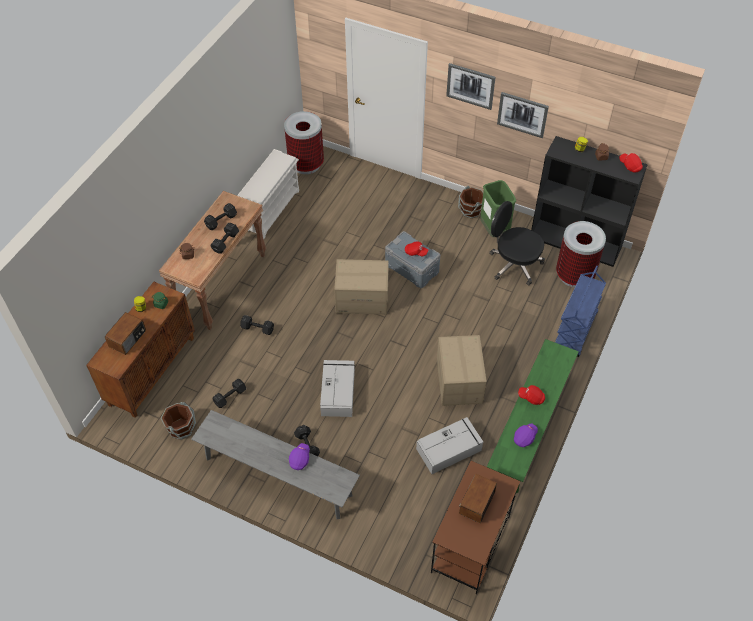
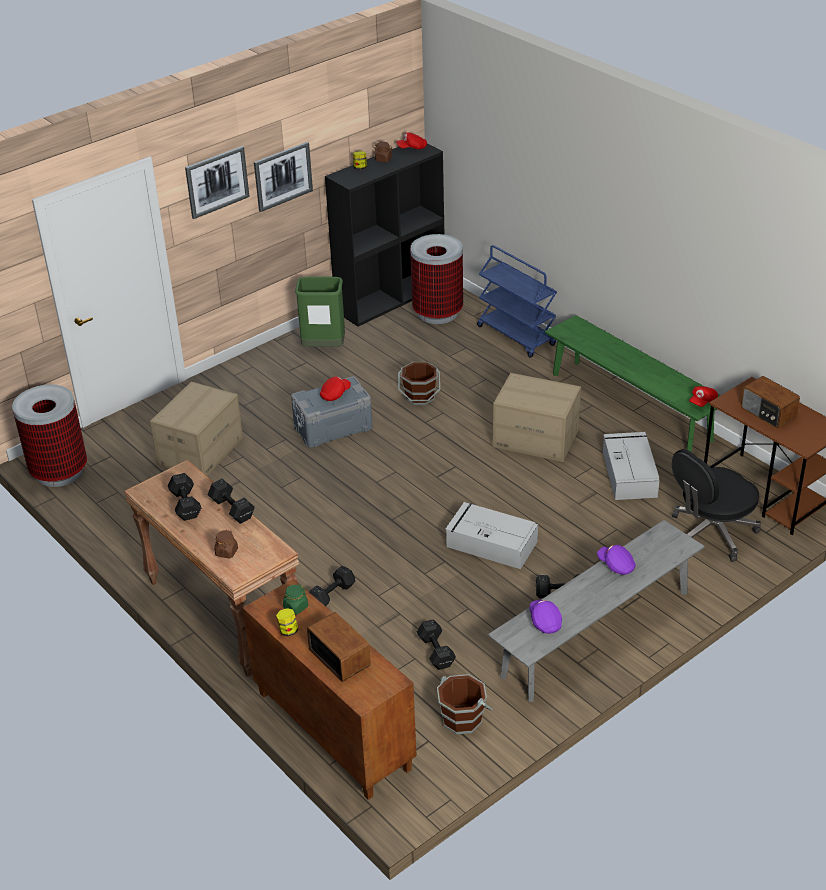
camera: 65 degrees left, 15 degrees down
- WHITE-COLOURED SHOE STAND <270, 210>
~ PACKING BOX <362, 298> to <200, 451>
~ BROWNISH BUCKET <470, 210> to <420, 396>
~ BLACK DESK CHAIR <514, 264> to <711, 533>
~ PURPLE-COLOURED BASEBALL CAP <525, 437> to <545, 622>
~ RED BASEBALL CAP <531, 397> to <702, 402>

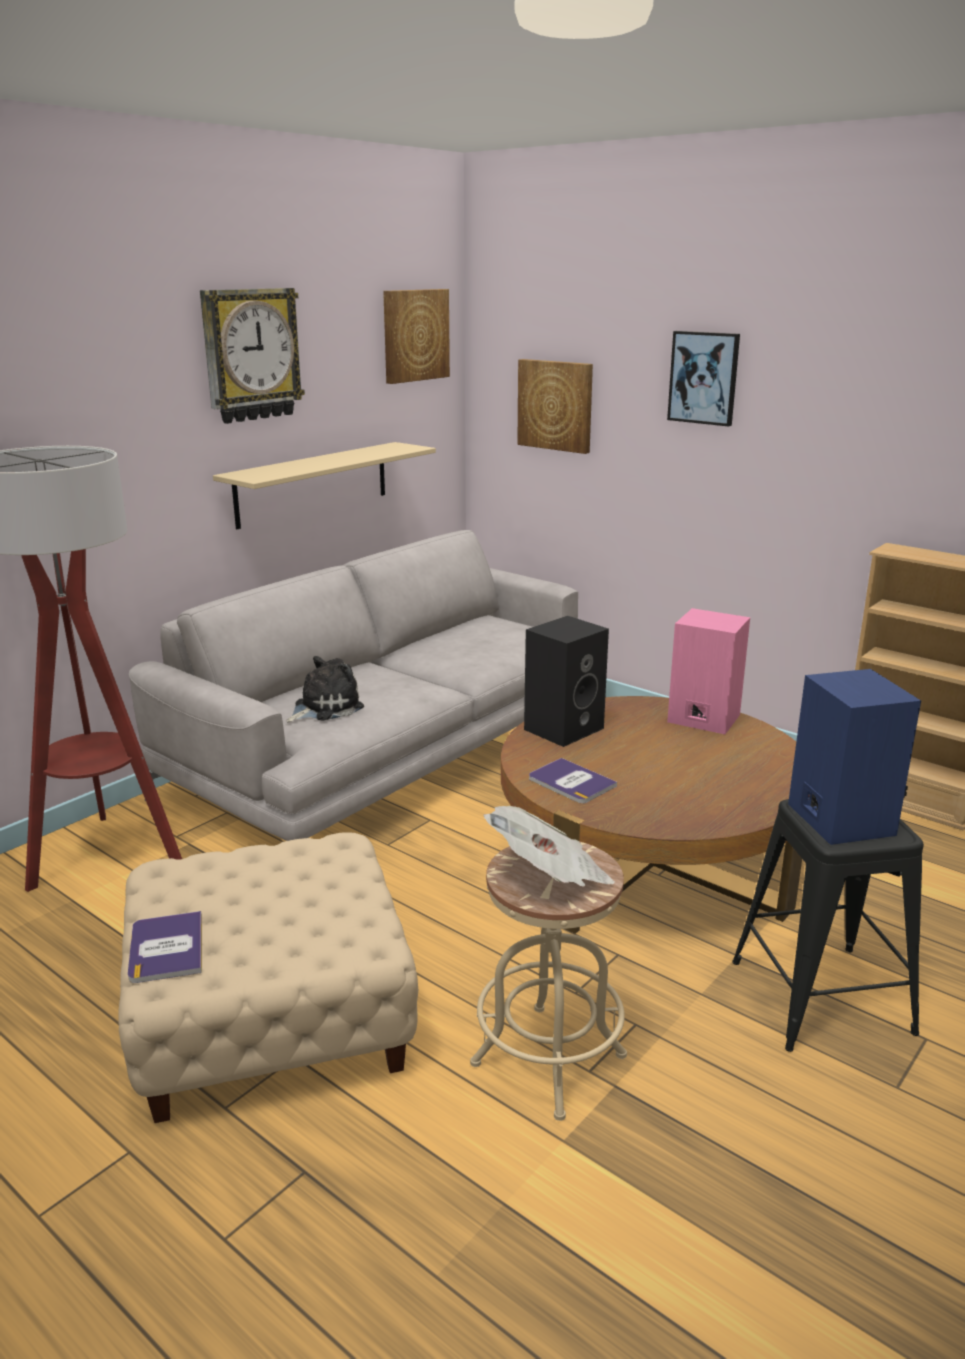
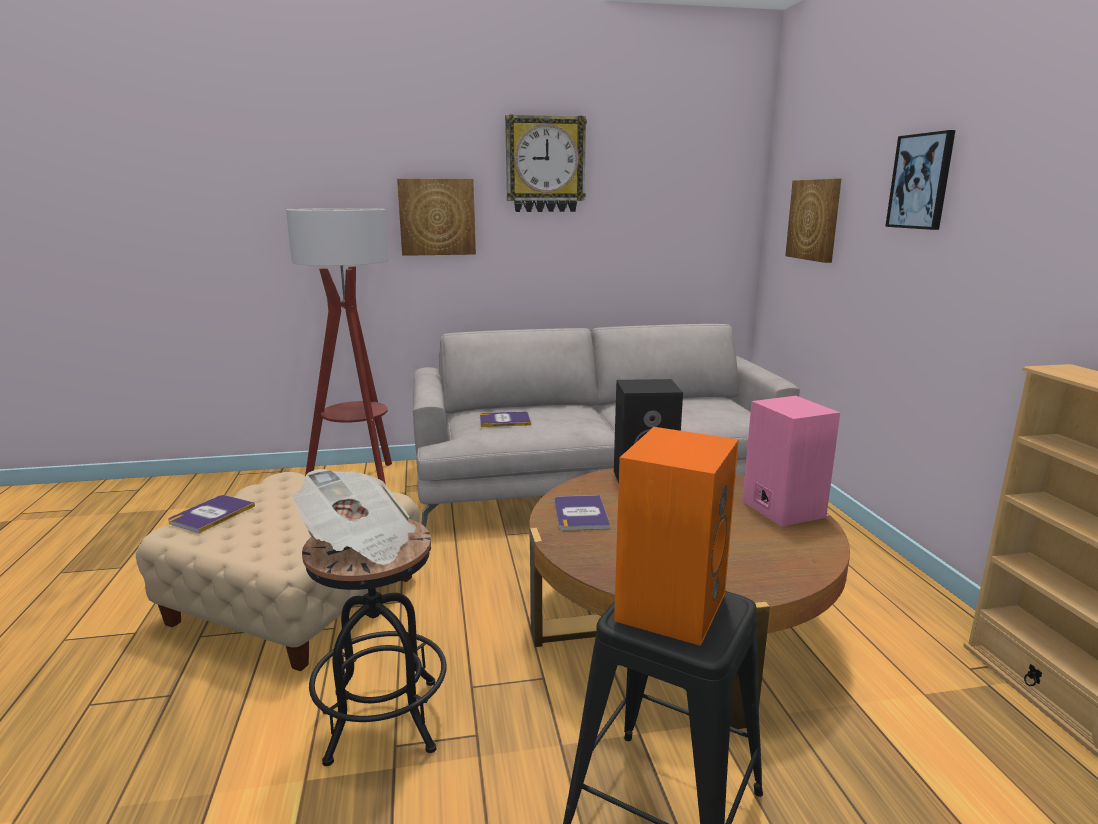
camera: 40 degrees right, 5 degrees down
- BEIGE WALL SHELF <313, 484>
~ CUDDLY TOY <324, 707> to BOOK <504, 420>
~ PICTURE <415, 335> to <437, 217>
~ BEIGE SITTING STOOL <548, 1060> to BLACK SITTING STOOL <383, 720>
~ BLUE AUDIO SPEAKER <837, 818> to ORANGE AUDIO SPEAKER <669, 605>

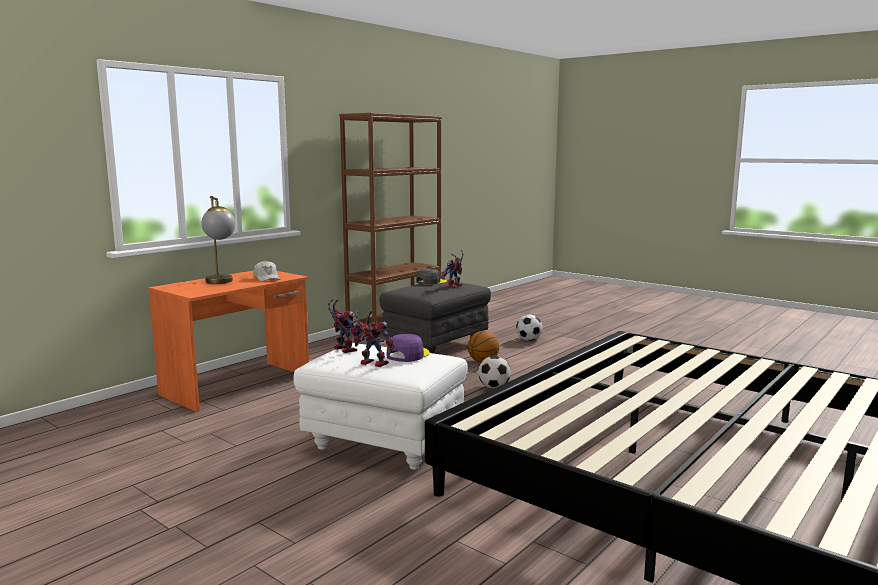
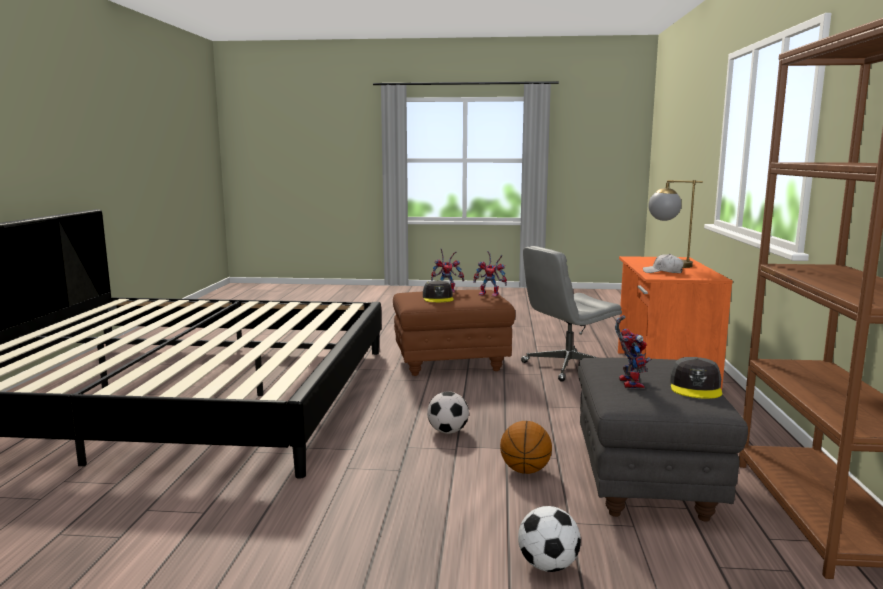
camera: 145 degrees right, 0 degrees up
~ WHITE-COLOURED FOOTREST <382, 445> to BROWNISH FOOTREST <451, 364>
~ PURPLE-COLOURED BASEBALL CAP <407, 355> to GREY BASEBALL CAP <438, 298>
+ GREY DESK CHAIR <567, 367>

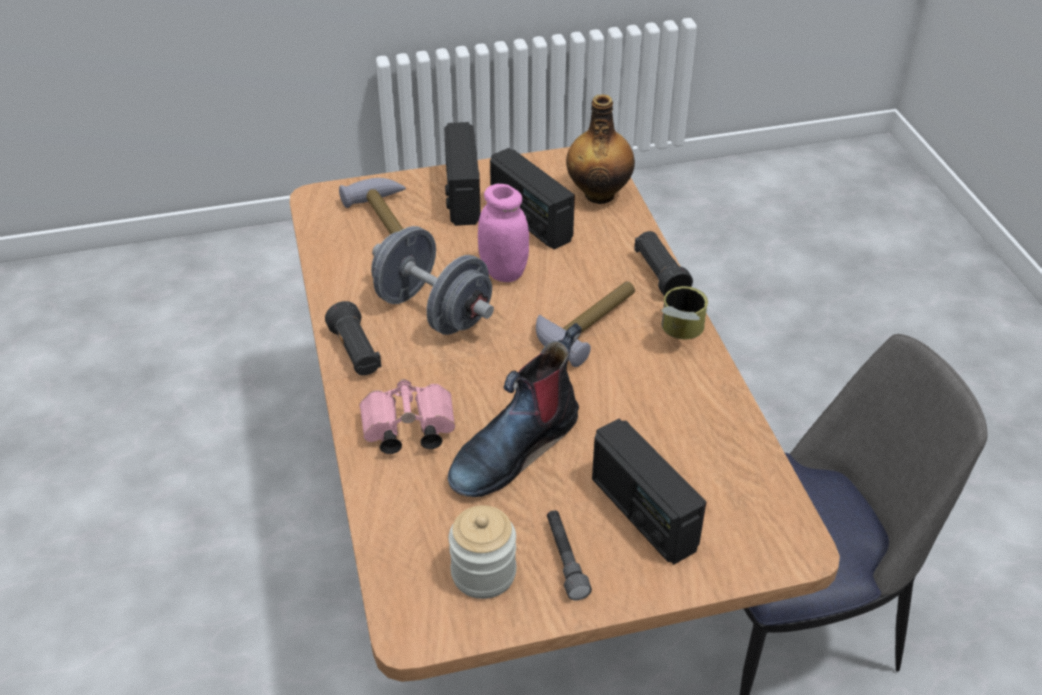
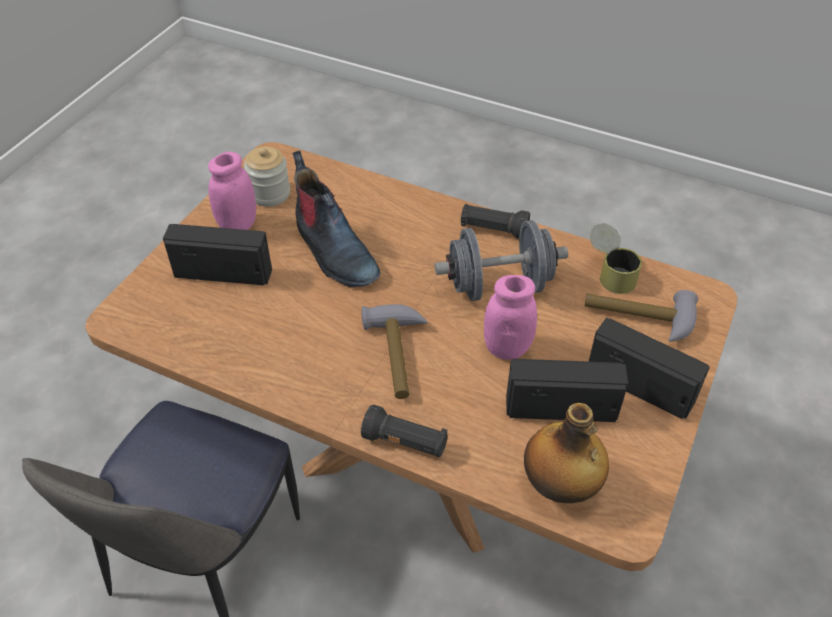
camera: 130 degrees right, 5 degrees up
- PINK-COLOURED BINOCULARS <406, 431>
~ TALL BOOT <514, 447> = <334, 252> 150 degrees clockwise
~ GREY TORCH <565, 560> to PINK-COLOURED PRESERVE JAR <238, 225>
~ SEALED CAN <679, 334> to <610, 273>

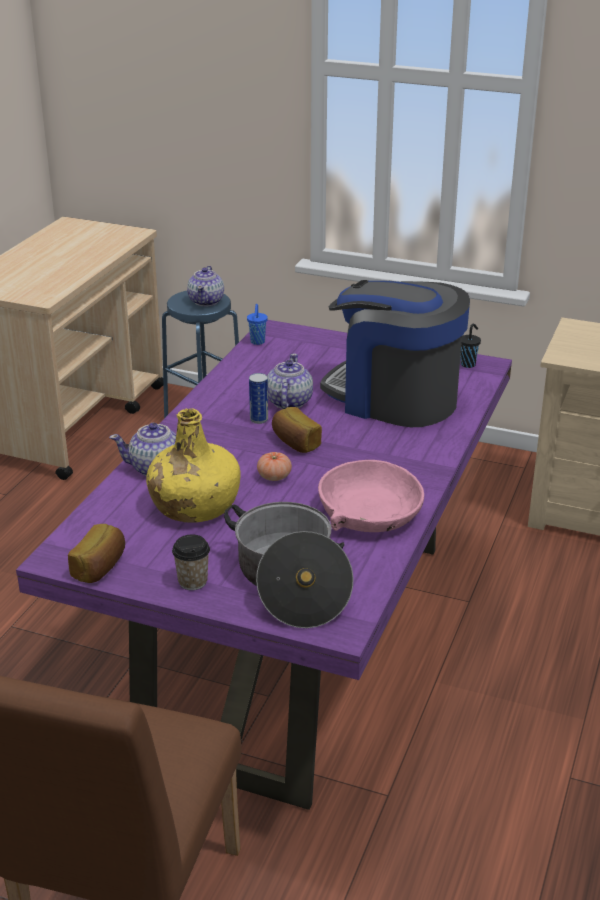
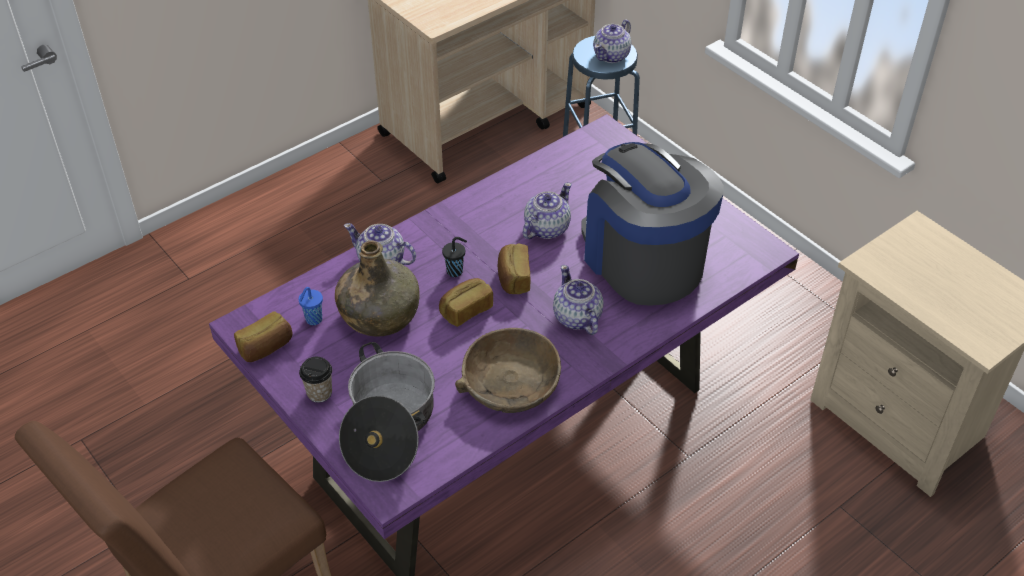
camera: 30 degrees right, 15 degrees up
~ YELLOW-COLOURED DRINK BOTTLE <194, 506> to GREEN-COLOURED DRINK BOTTLE <379, 315>
~ BLUE DRINKING CUP <257, 342> to <313, 320>
- SEALED CAN <259, 419>
~ TOMATO <274, 477> to BREAD <465, 310>
~ PINK-COLOURED SERVING BOWL <370, 512> to BROWNISH SERVING BOWL <510, 383>
~ BLACK DRINKING CUP <468, 364> to <455, 271>
+ POT FOR TEA <577, 318>

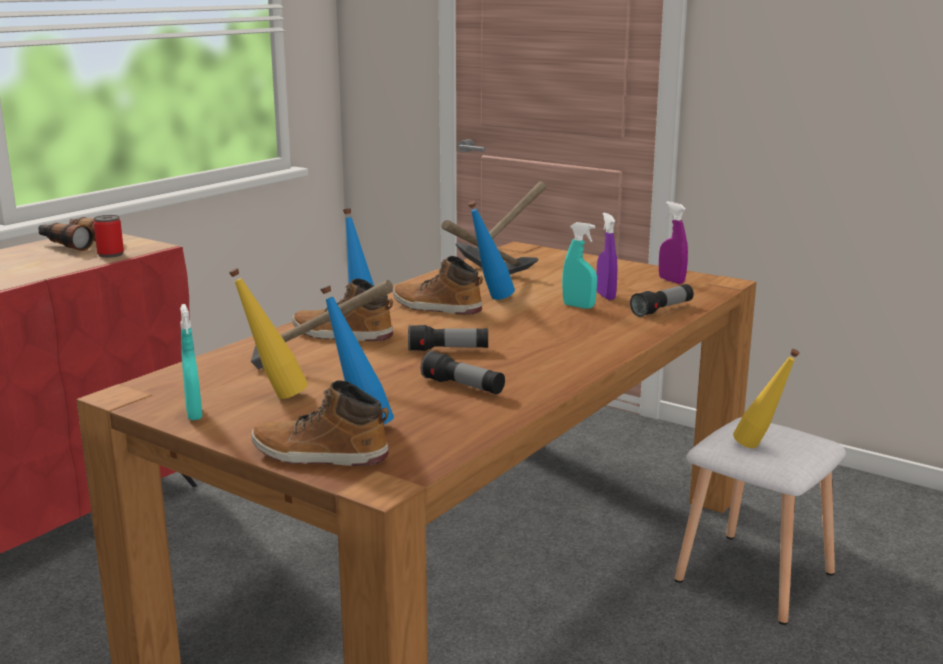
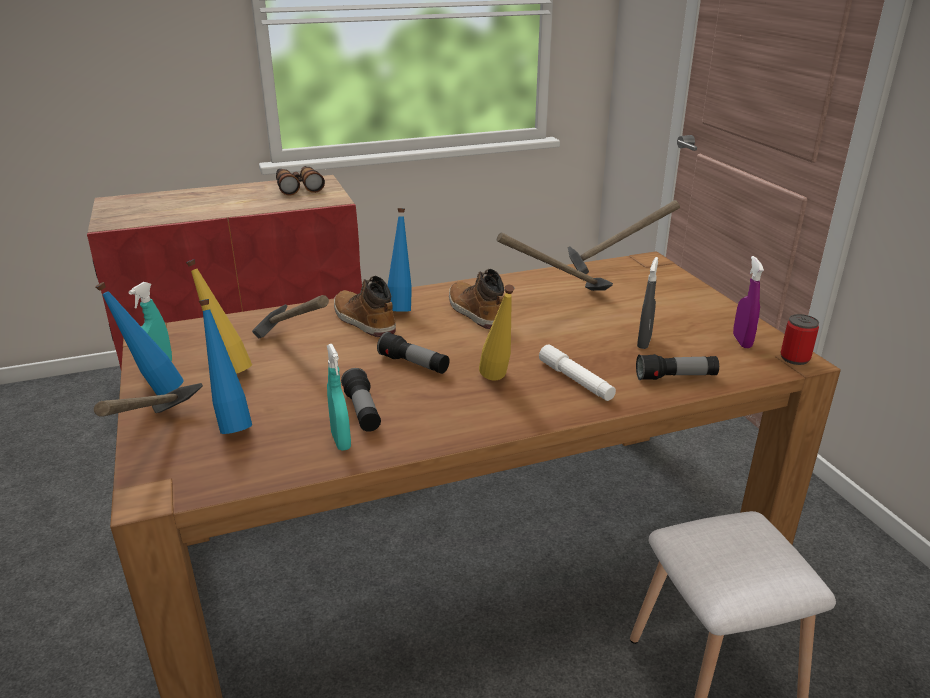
camera: 35 degrees right, 10 degrees up
~ SEALED CAN <110, 254> to <794, 358>
~ TALL BOOT <319, 455> to HAND HAMMER <161, 444>
~ BLUE DRINK BOTTLE <490, 299> to <153, 391>
~ TURQUOISE SPRAYER <578, 306> to <341, 441>
~ PURPLE-COLOURED SPRAYER <605, 296> to GREY SPRAYER <644, 342>
~ YELLOW-COLOURED DRINK BOTTLE <760, 448> to <497, 382>
+ WHITE-COLOURED TORCH <576, 380>

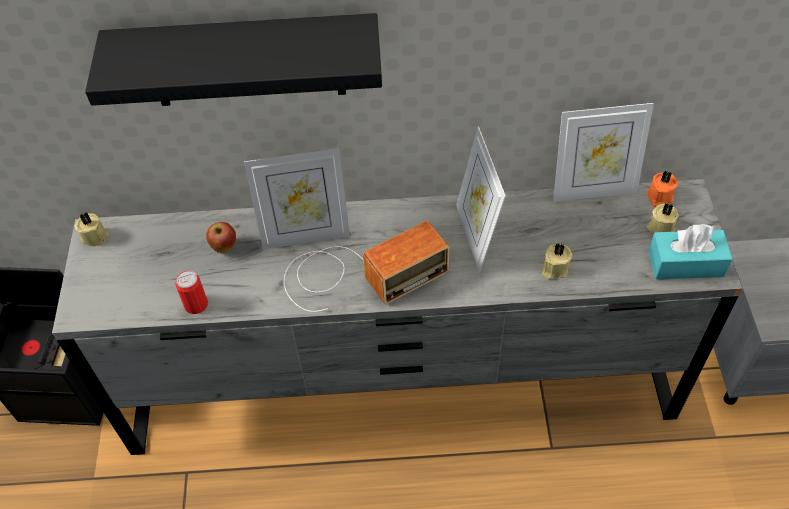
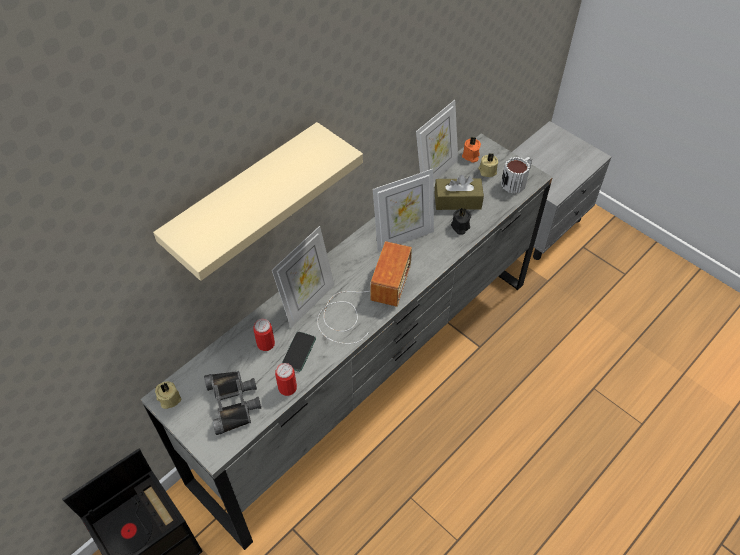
camera: 45 degrees left, 0 degrees up
~ BLACK WALL SHELF <246, 61> to BEIGE WALL SHELF <245, 200>
~ APPLE FRUIT <224, 247> to SEALED CAN <265, 344>
~ PICTURE FRAME <476, 236> = <403, 237> 60 degrees counterclockwise
~ BEIGE WAX LIGHT <554, 268> to BLACK WAX LIGHT <460, 227>
~ TURQUOISE BOX OF TISSUES <685, 263> to COFFEE MUG <516, 182>
+ BLACK BINOCULARS <234, 402>
+ HANDSET <299, 352>
+ BROWNISH BOX OF TISSUES <457, 201>

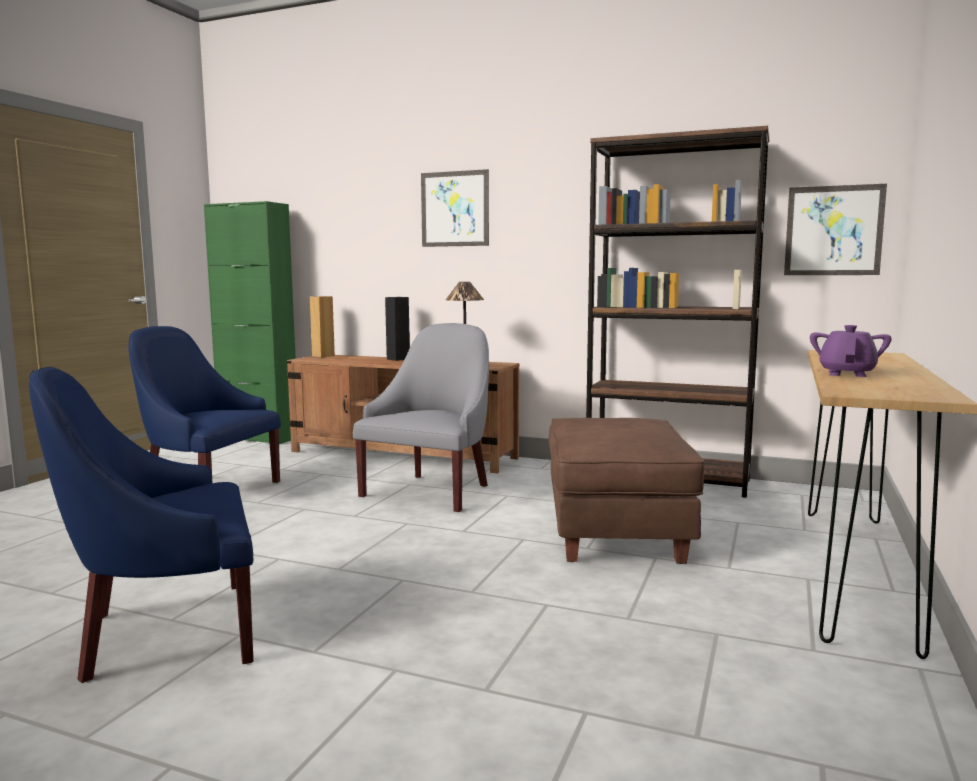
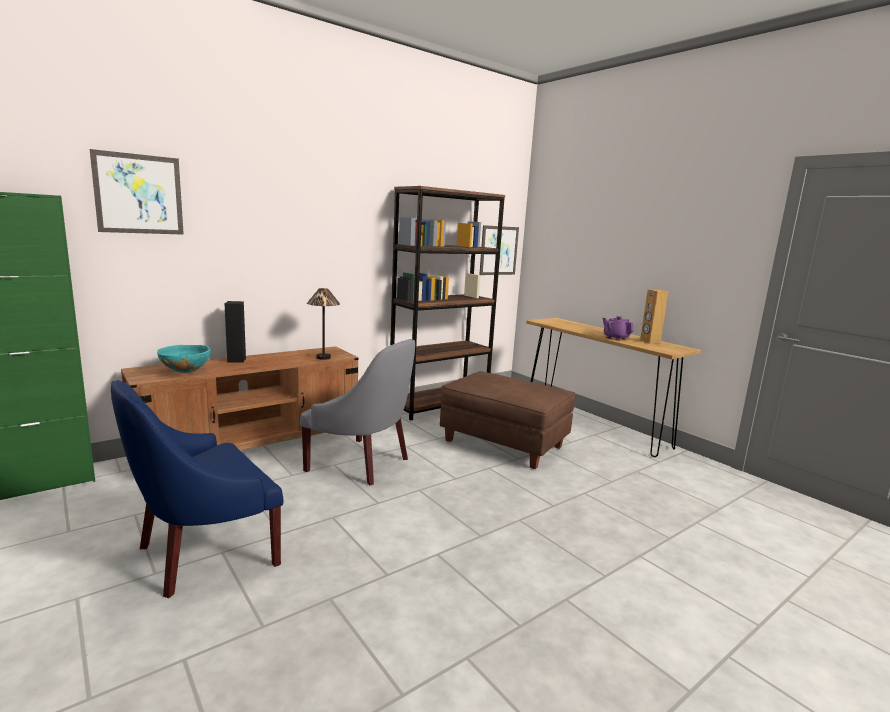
camera: 60 degrees left, 5 degrees up
- BLUE EASY CHAIR <166, 633>
~ BROWNISH AUDIO SPEAKER <323, 356> to <649, 342>
~ GREY EASY CHAIR <431, 491> = <362, 463> 150 degrees clockwise
~ PICTURE <455, 209> to <139, 194>
+ TURQUOISE SERVING BOWL <185, 372>

